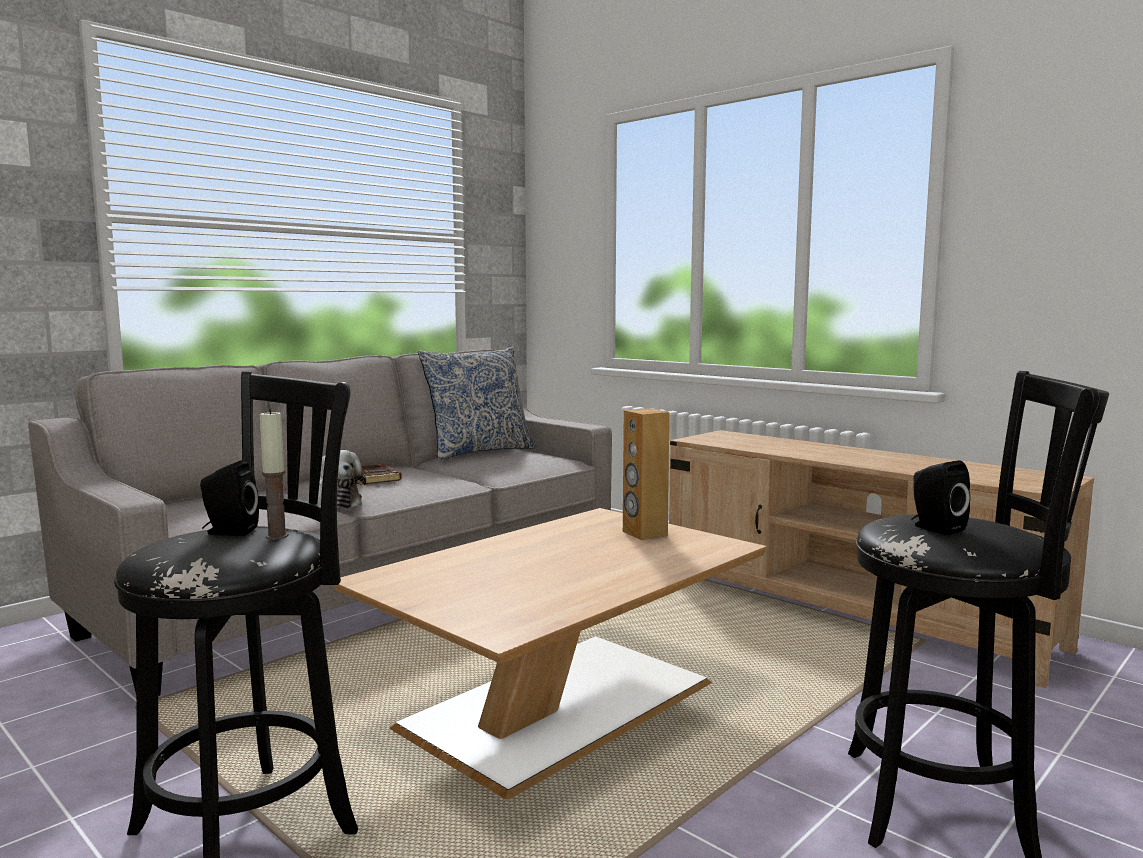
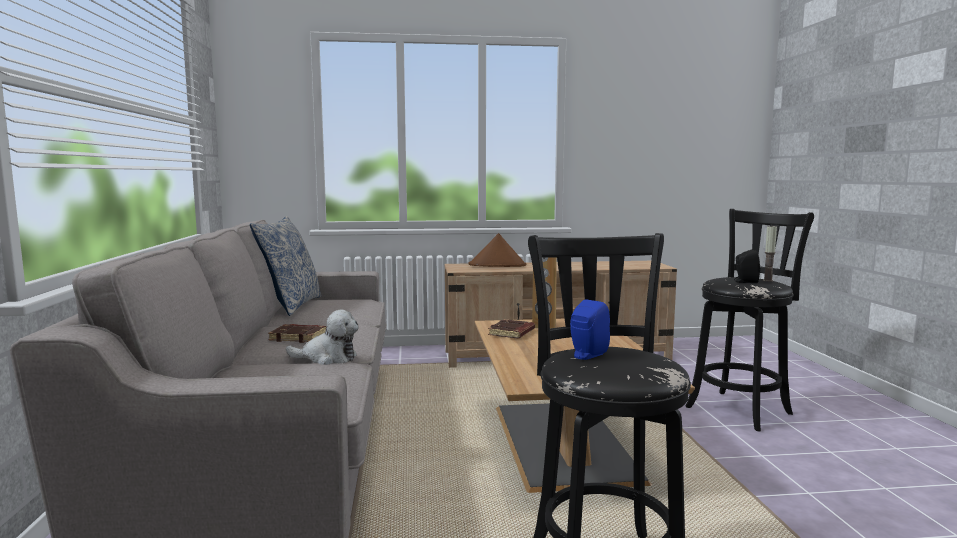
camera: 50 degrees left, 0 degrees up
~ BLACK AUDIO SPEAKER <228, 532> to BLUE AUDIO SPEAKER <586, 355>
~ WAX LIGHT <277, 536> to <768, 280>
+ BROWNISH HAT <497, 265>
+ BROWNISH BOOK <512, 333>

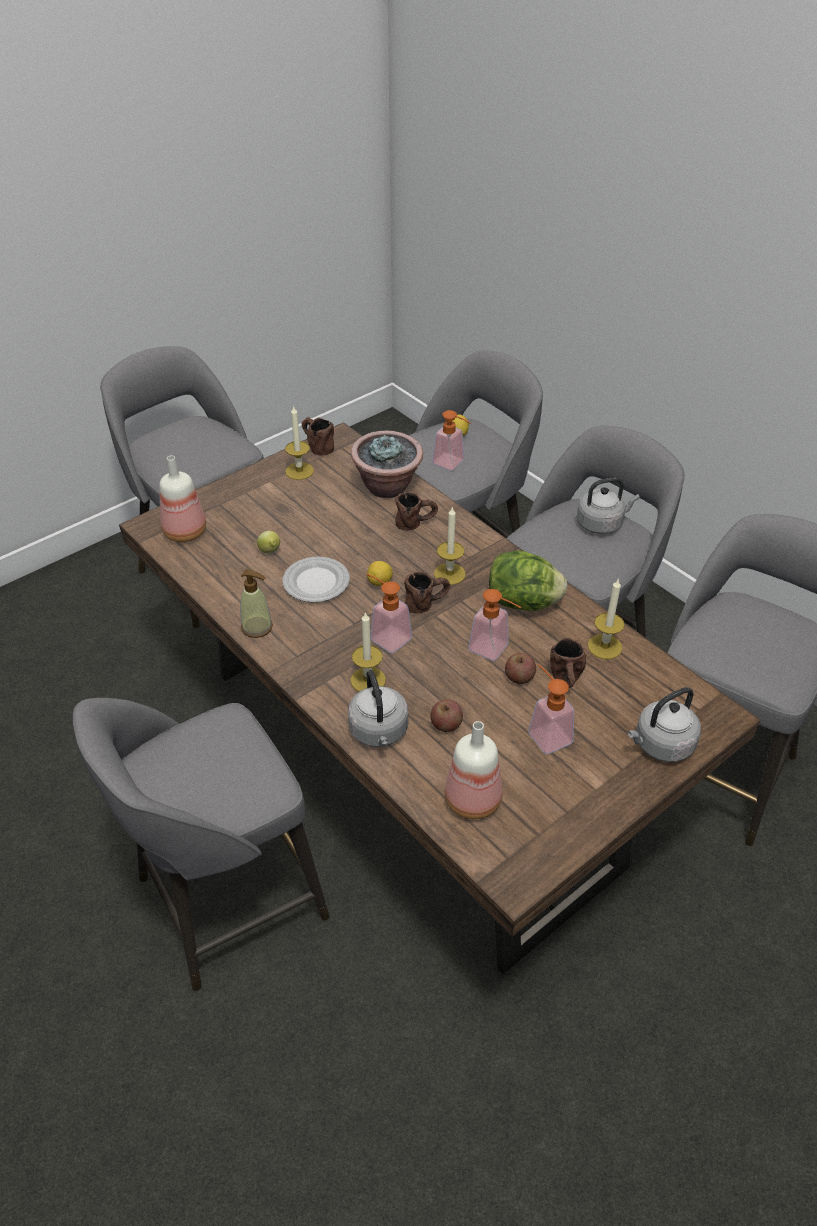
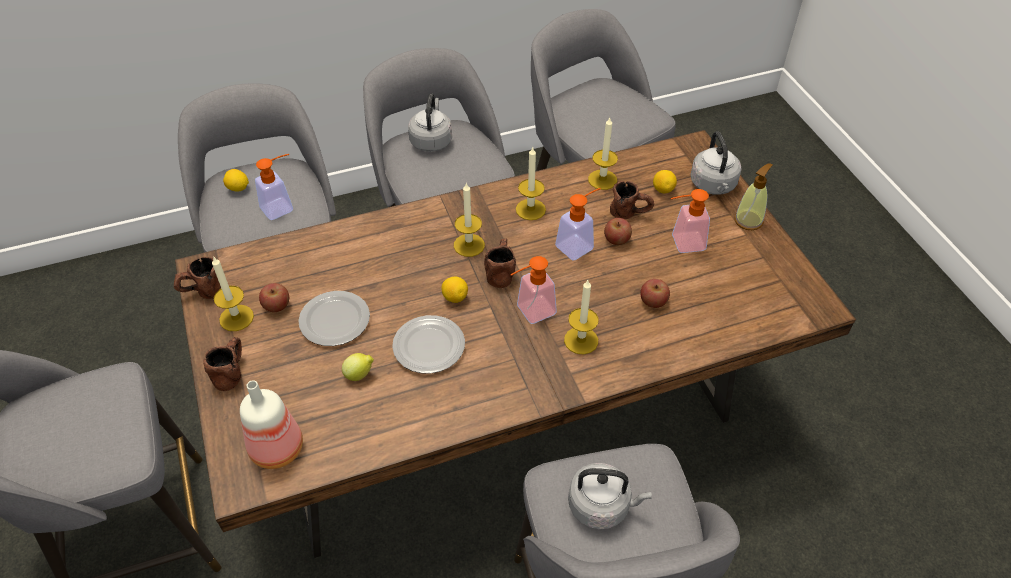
camera: 70 degrees left, 5 degrees up
~ SOAP BOTTLE <257, 627> to <748, 220>
~ GREY TEA KETTLE <379, 732> to <602, 506>
- HOUSEPLANT <387, 487>
~ BROWNISH COFFEE MUG <416, 523> to <232, 371>
- DRINK BOTTLE <474, 801>
~ LETTUCE <523, 603> to WAX LIGHT <530, 209>
+ APPLE FRUIT <276, 305>
+ PLATE <333, 320>
+ WHOLE LEMON <663, 190>

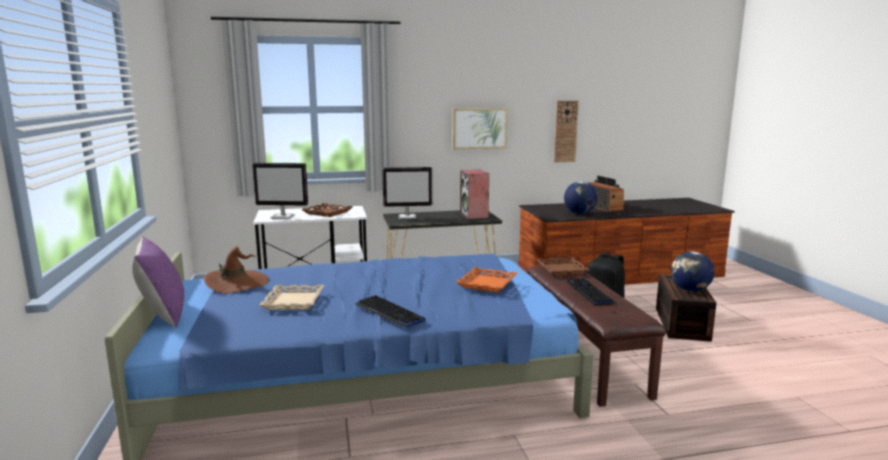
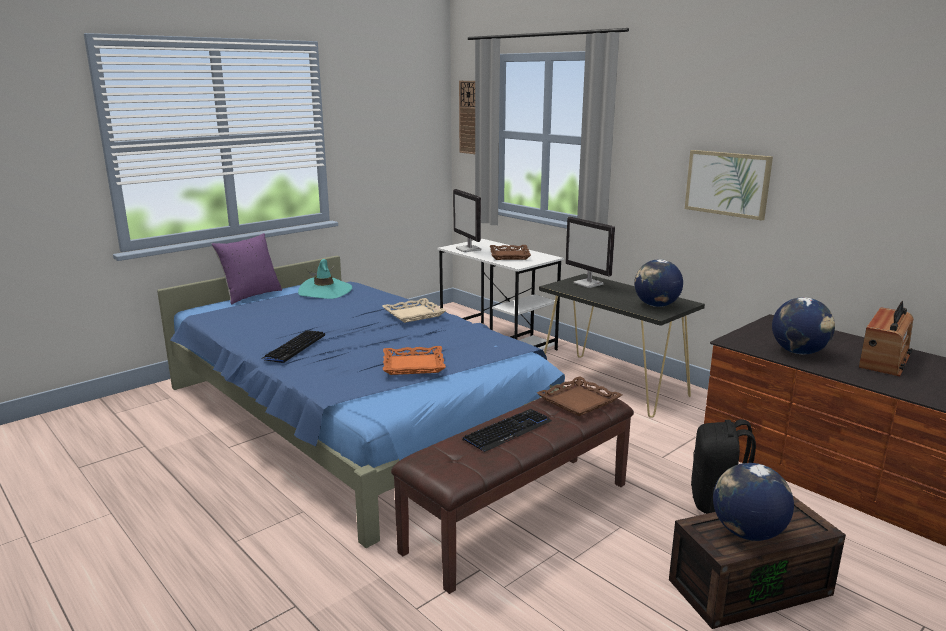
camera: 60 degrees right, 5 degrees up
~ BROWNISH HAT <237, 283> to TURQUOISE HAT <325, 291>
~ BEIGE TRAY <293, 301> to <414, 314>
~ AUDIO SPEAKER <474, 215> to DESK GLOBE <656, 305>
~ HANGING CLOCK <565, 131> to <469, 117>

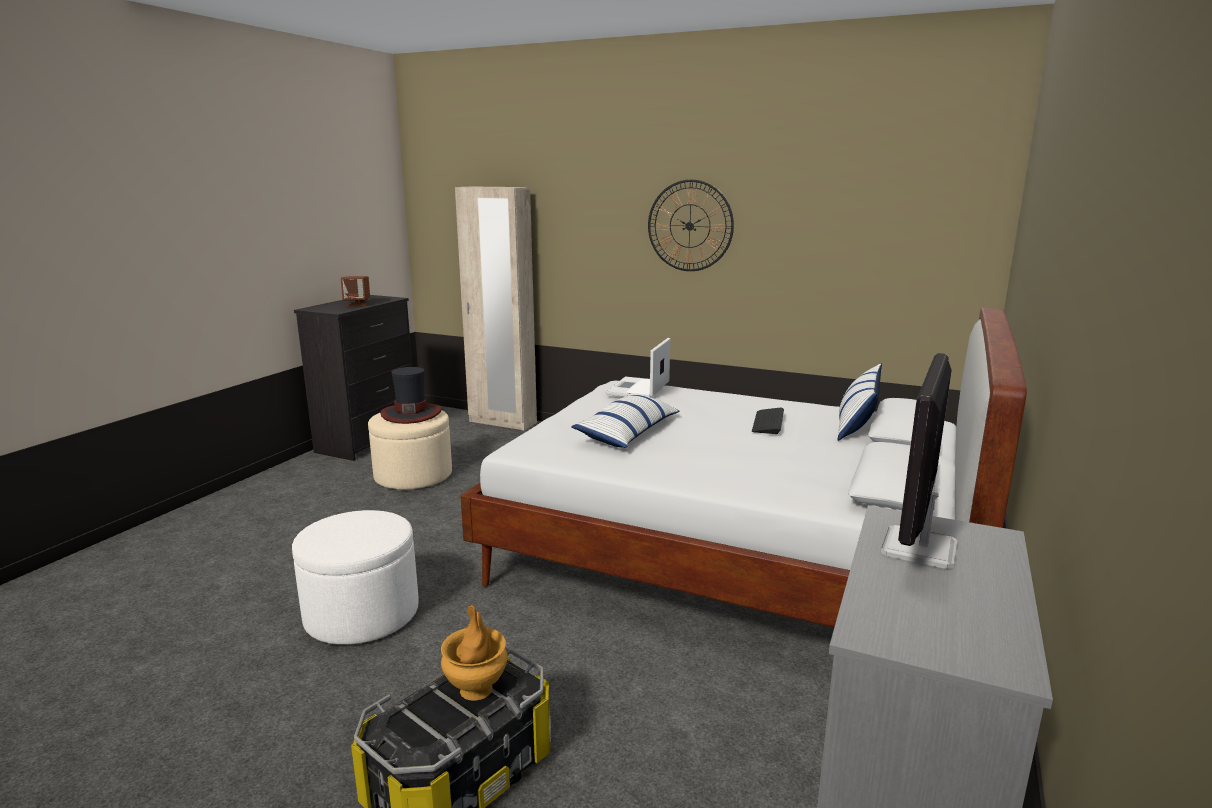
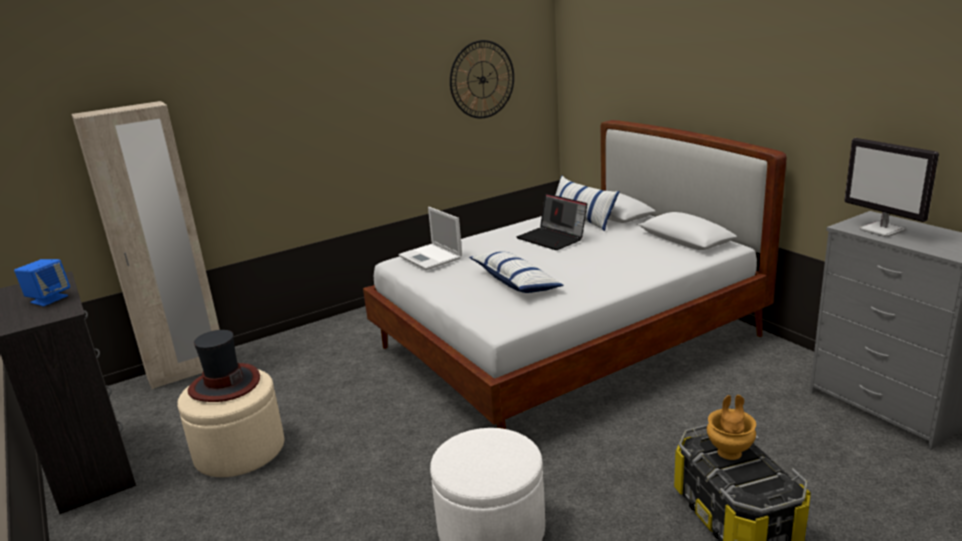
camera: 55 degrees left, 5 degrees up
~ BROWNISH AUDIO SPEAKER <357, 304> to BLUE AUDIO SPEAKER <49, 299>
~ HANGING CLOCK <690, 226> to <482, 79>
~ KEYBOARD <768, 422> to LAPTOP <553, 238>

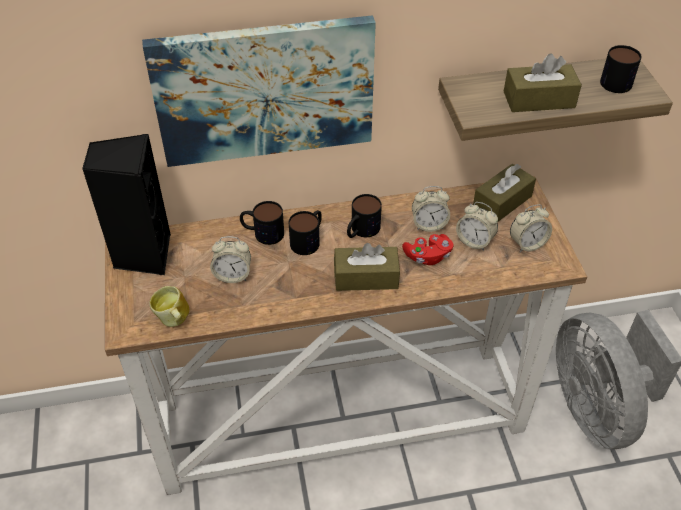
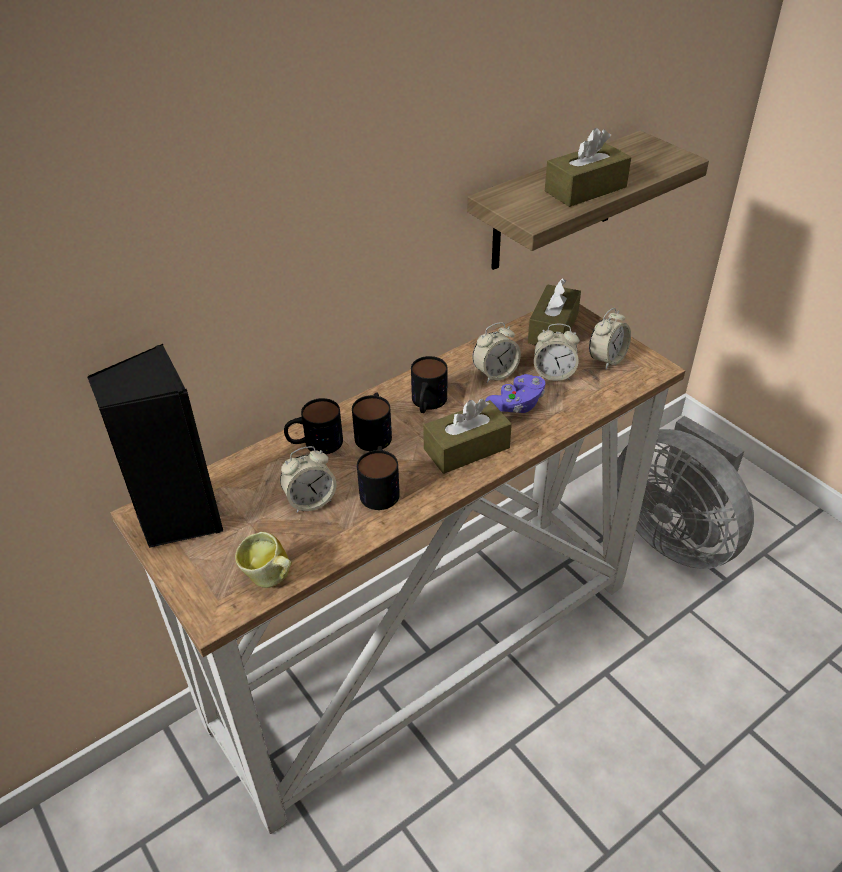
camera: 25 degrees left, 5 degrees down
- PICTURE <264, 90>
~ RED GAMEPAD <427, 256> to PURPLE-COLOURED GAMEPAD <517, 405>
~ COFFEE MUG <618, 79> to <380, 488>

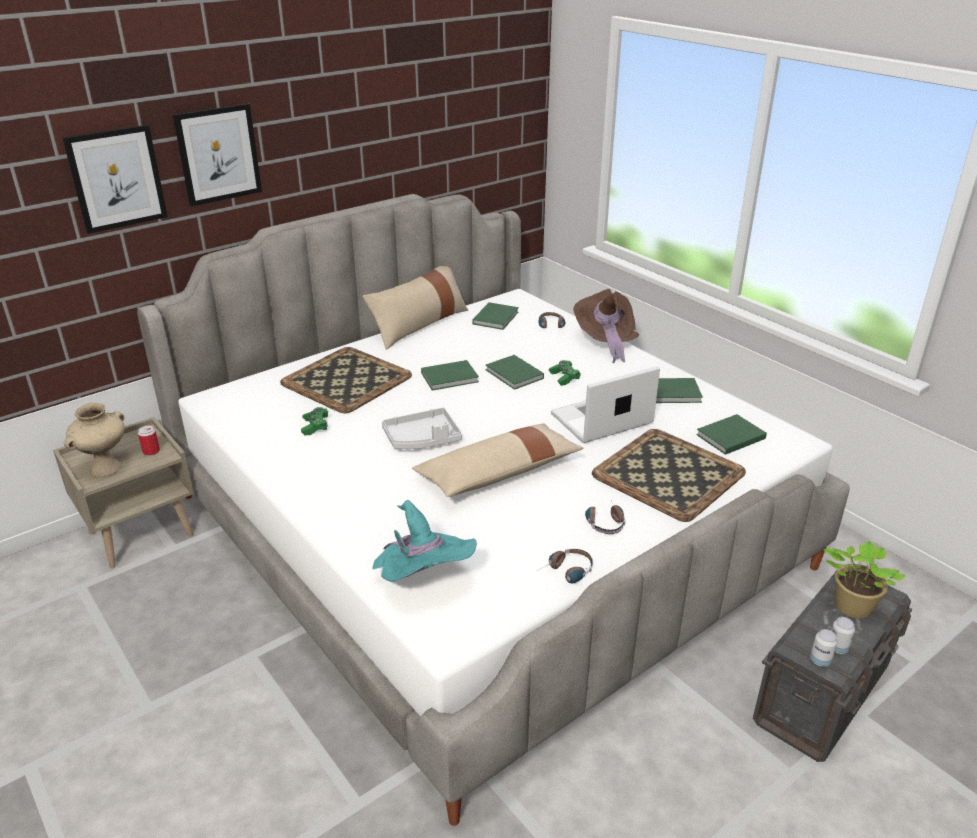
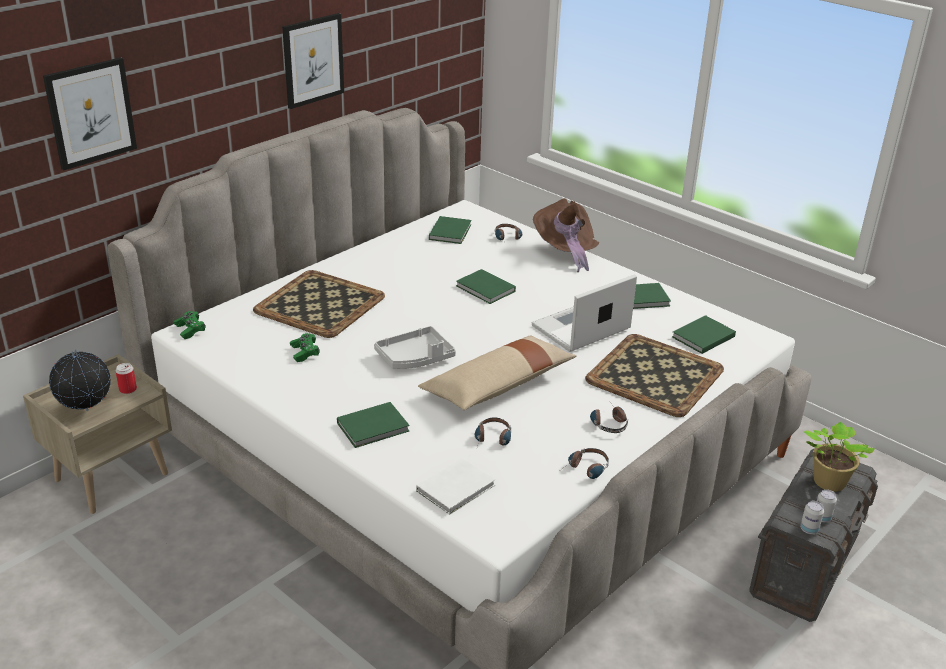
camera: 10 degrees left, 0 degrees up
~ BEIGE DECORATIVE VASE <105, 469> to DESK GLOBE <86, 410>
~ PICTURE <218, 154> to <313, 60>
- BEIGE CUSHION <419, 325>
~ TURQUOISE HAT <423, 580> to WHITE-COLOURED BOOK <458, 488>
~ GREEN-COLOURED BOOK <451, 377> to <375, 427>
~ GREEN-COLOURED GAMEPAD <564, 377> to <190, 330>
+ PAIR OF HEADPHONES <492, 440>

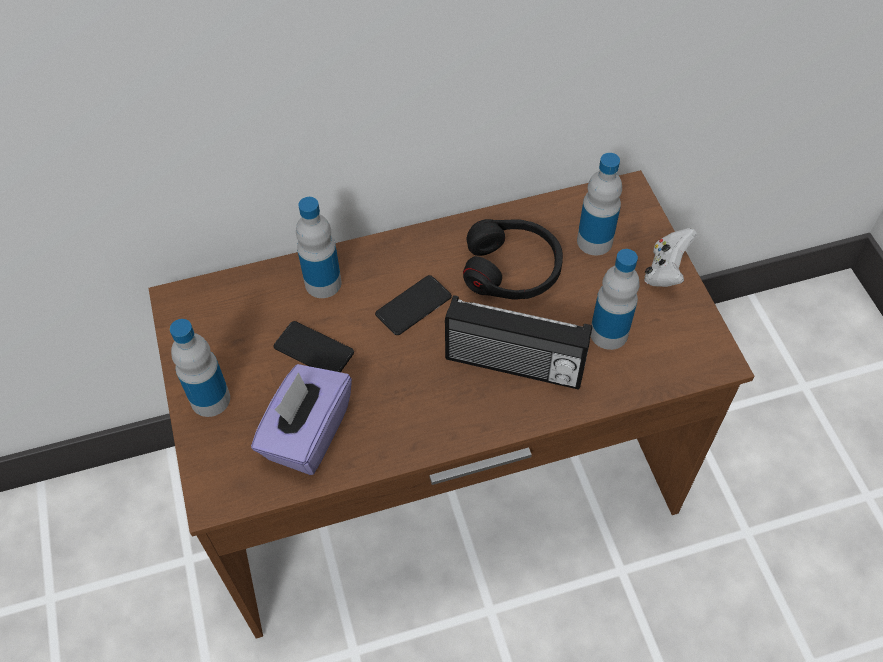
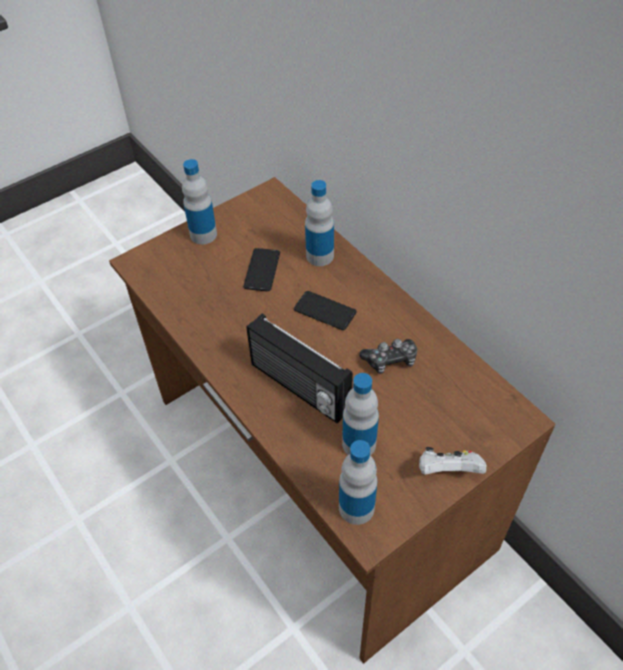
camera: 70 degrees right, 5 degrees down
- PURPLE-COLOURED BOX OF TISSUES <307, 433>
~ RADIO SET <514, 366> = <298, 388> 45 degrees counterclockwise
~ BLACK PAIR OF HEADPHONES <512, 269> to GAMEPAD <390, 360>
~ DRINK BOTTLE <594, 241> to <356, 507>

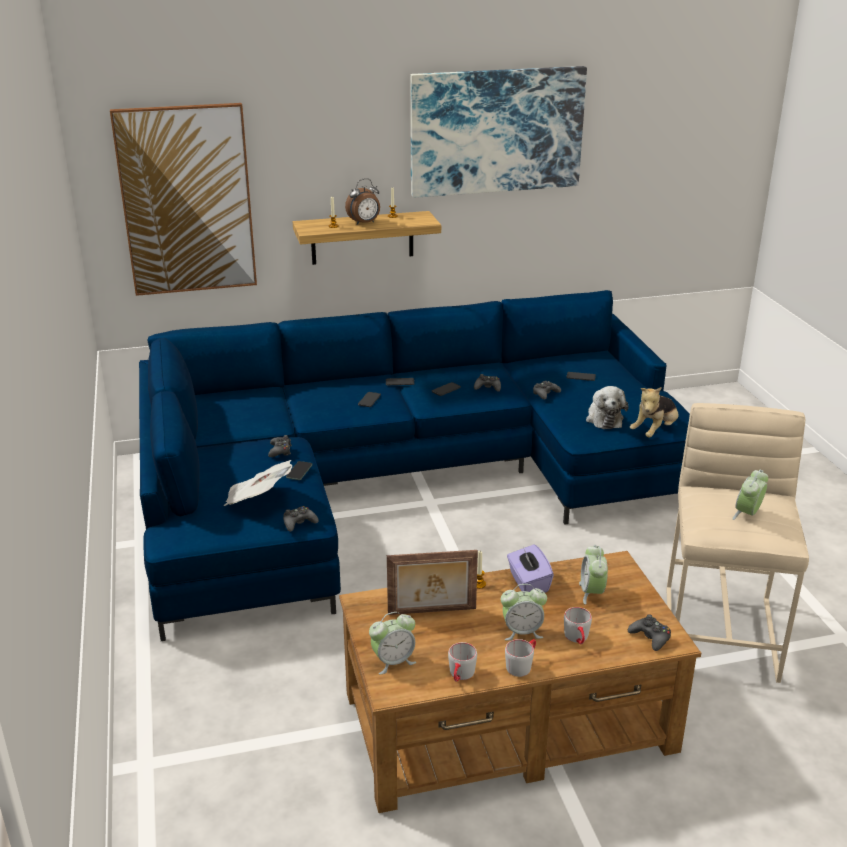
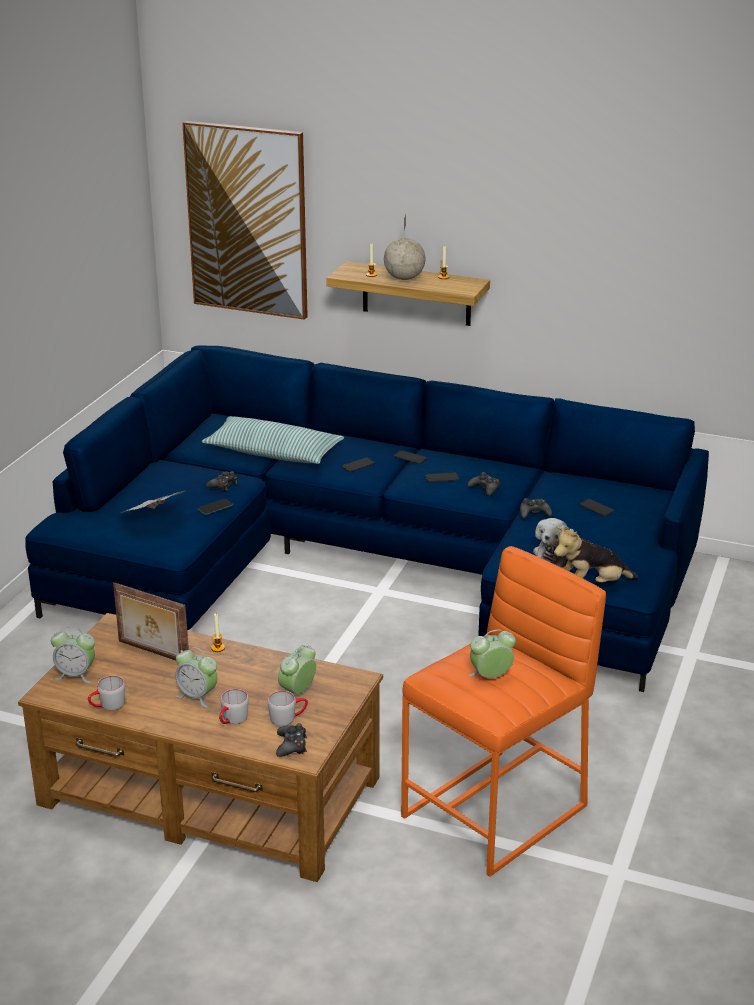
camera: 35 degrees right, 0 degrees up
- BLACK GAMEPAD <299, 523>
~ ALARM CLOCK <364, 223> to DESK GLOBE <404, 278>
- PICTURE <496, 131>
~ GREY COFFEE MUG <522, 665> to <288, 717>
- PURPLE-COLOURED BOX OF TISSUES <528, 583>
~ BEIGE SITTING STOOL <721, 632> to ORANGE SITTING STOOL <497, 811>
+ CUSHION <273, 453>

